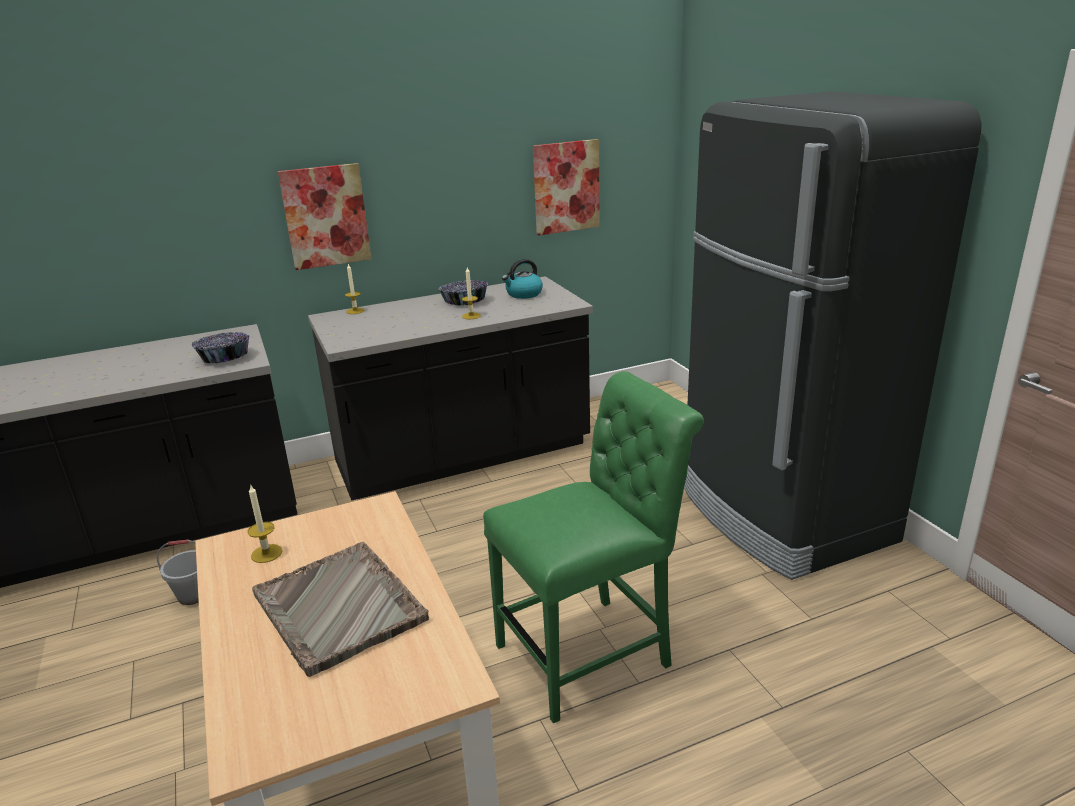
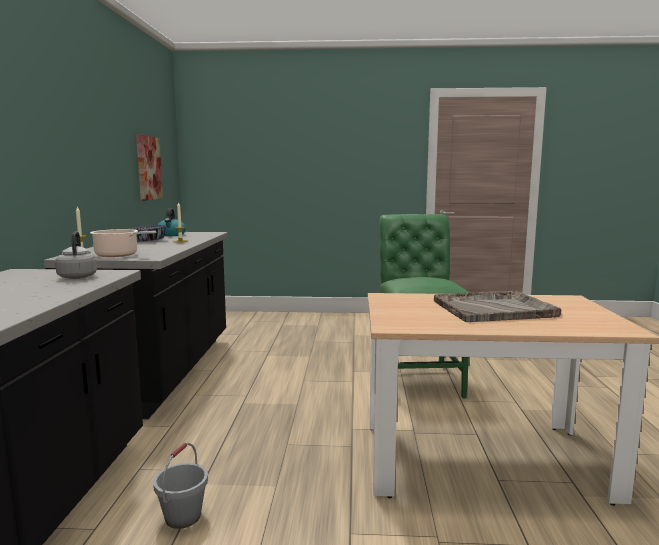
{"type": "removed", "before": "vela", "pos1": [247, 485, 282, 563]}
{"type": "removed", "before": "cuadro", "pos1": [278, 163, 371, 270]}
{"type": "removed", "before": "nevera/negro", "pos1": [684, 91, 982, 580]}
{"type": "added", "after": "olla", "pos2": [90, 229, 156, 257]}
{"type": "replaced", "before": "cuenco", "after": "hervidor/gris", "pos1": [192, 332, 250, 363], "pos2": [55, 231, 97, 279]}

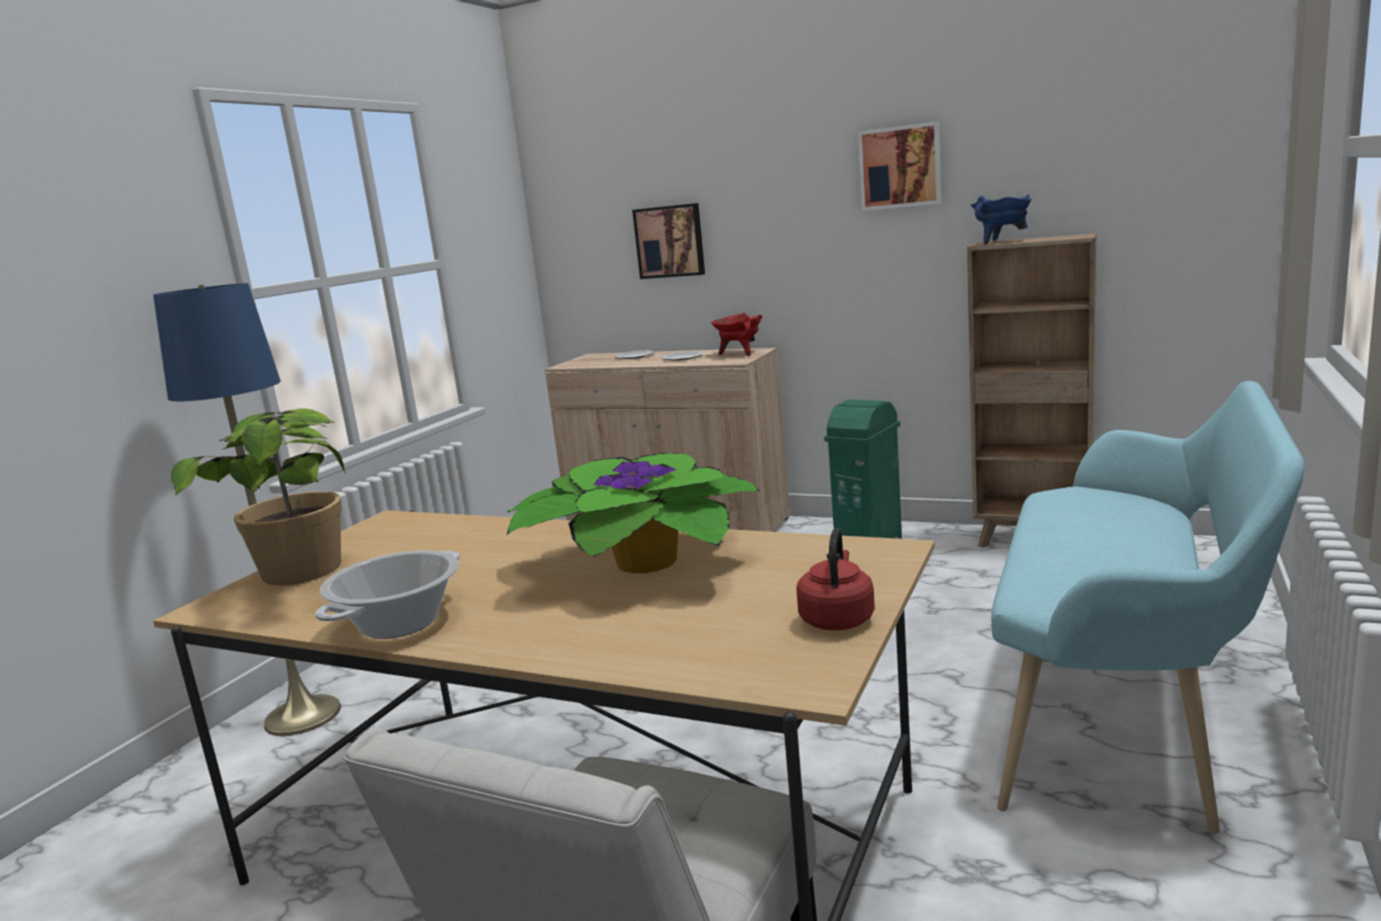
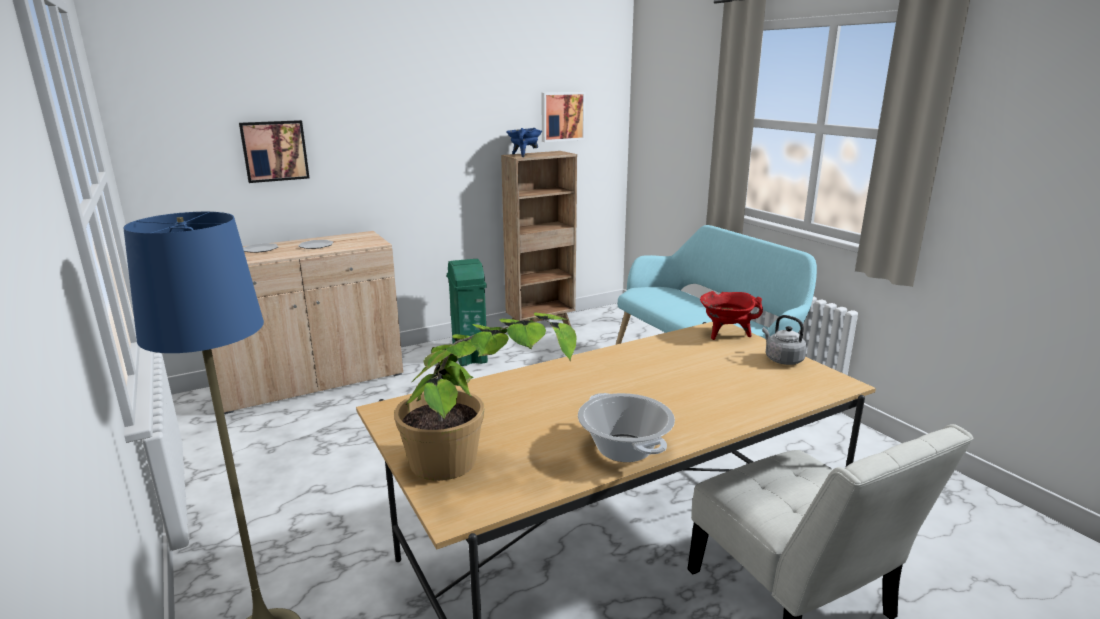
{"type": "removed", "before": "planta en maceta", "pos1": [507, 453, 760, 573]}
{"type": "moved", "before": "olla/rojo", "pos1": [711, 313, 763, 356], "pos2": [700, 291, 763, 340]}
{"type": "moved", "before": "cuadro", "pos1": [858, 121, 941, 211], "pos2": [541, 92, 585, 142]}
{"type": "recoloured", "before": "hervidor/rojo", "after": "hervidor/gris", "pos1": [796, 528, 875, 631], "pos2": [762, 315, 807, 365]}

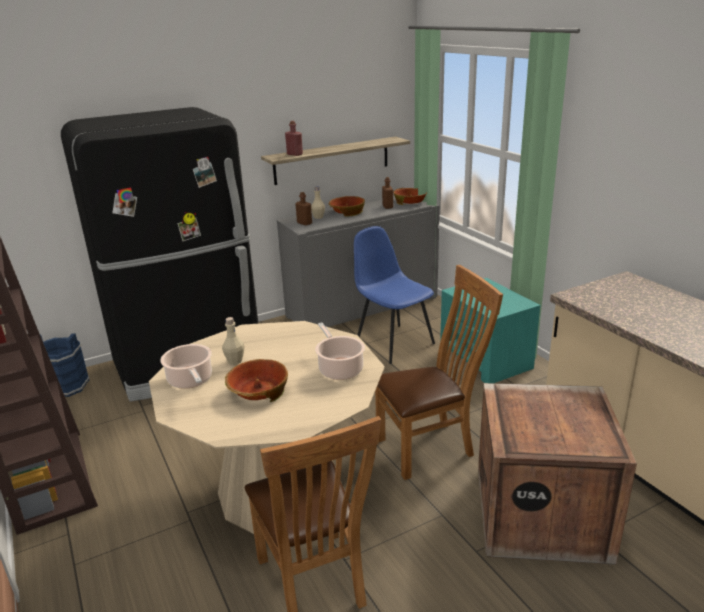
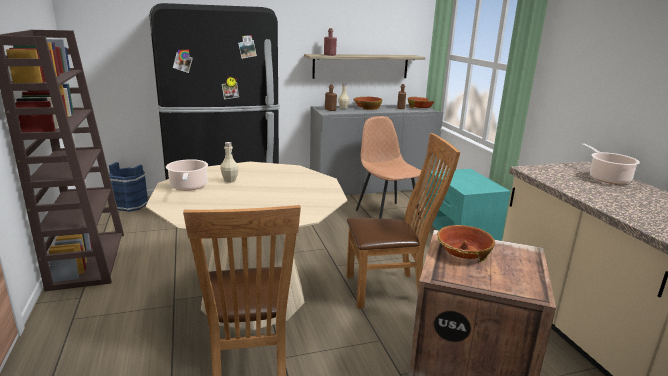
{"type": "moved", "before": "cuenco", "pos1": [225, 359, 288, 402], "pos2": [436, 225, 495, 263]}
{"type": "moved", "before": "olla", "pos1": [315, 323, 365, 380], "pos2": [581, 144, 640, 184]}
{"type": "recoloured", "before": "silla/azul", "after": "silla/marrón", "pos1": [354, 226, 435, 364], "pos2": [356, 116, 421, 219]}

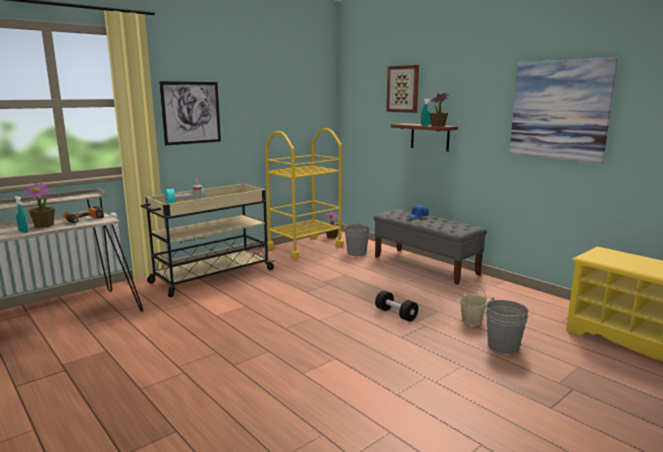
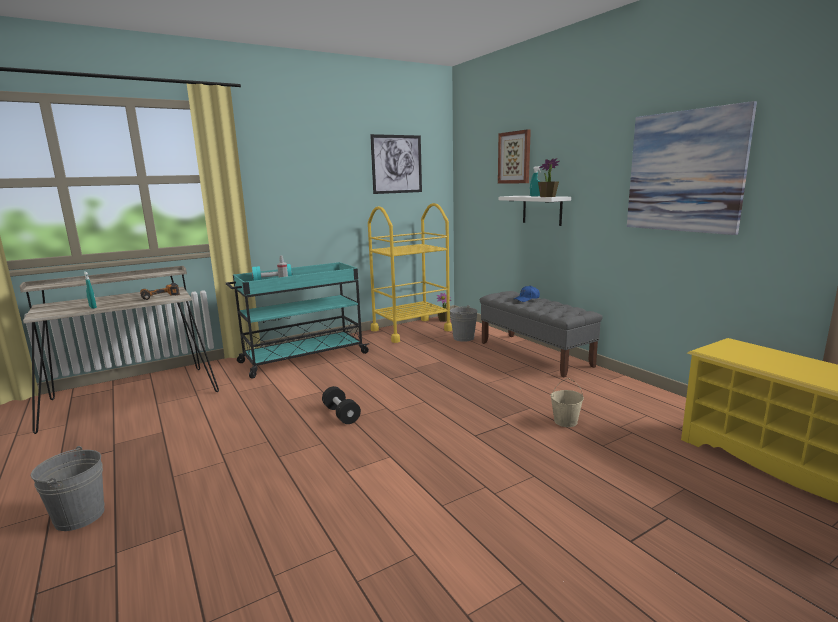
{"type": "removed", "before": "planta en maceta", "pos1": [25, 183, 55, 228]}
{"type": "moved", "before": "cuadro", "pos1": [159, 81, 221, 145], "pos2": [370, 134, 422, 194]}
{"type": "moved", "before": "mancuerna/negro", "pos1": [375, 290, 418, 322], "pos2": [322, 386, 361, 424]}
{"type": "moved", "before": "cubo/gris", "pos1": [486, 297, 529, 354], "pos2": [31, 446, 105, 531]}
{"type": "recoloured", "before": "carrito/beis", "after": "carrito/turquesa", "pos1": [141, 184, 275, 297], "pos2": [226, 262, 370, 379]}
{"type": "recoloured", "before": "estante/marrón", "after": "estante/blanco", "pos1": [391, 123, 458, 152], "pos2": [499, 196, 571, 226]}

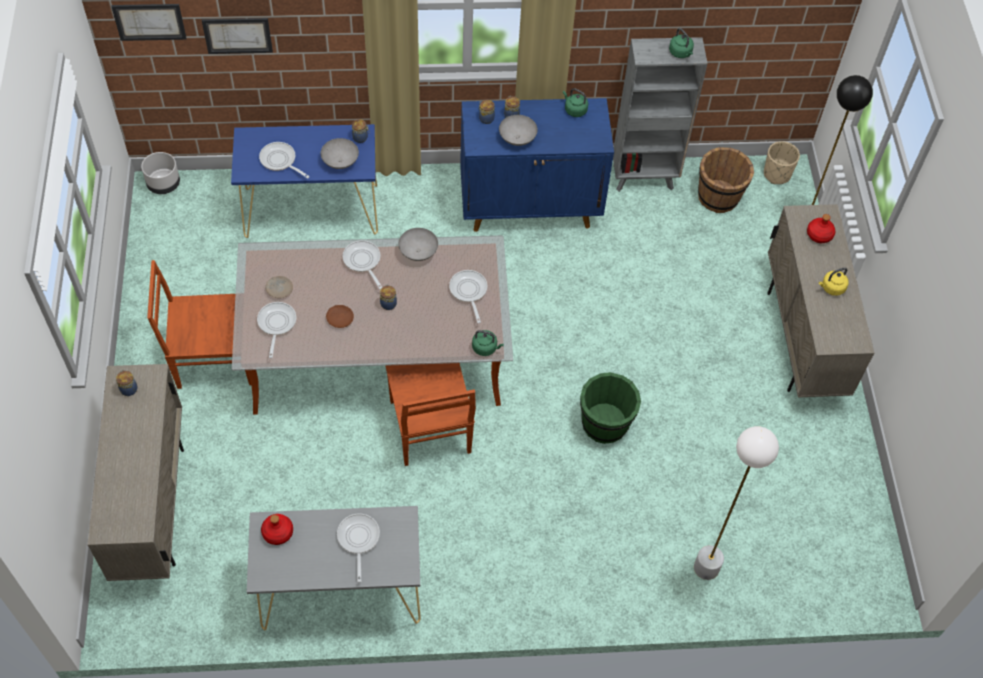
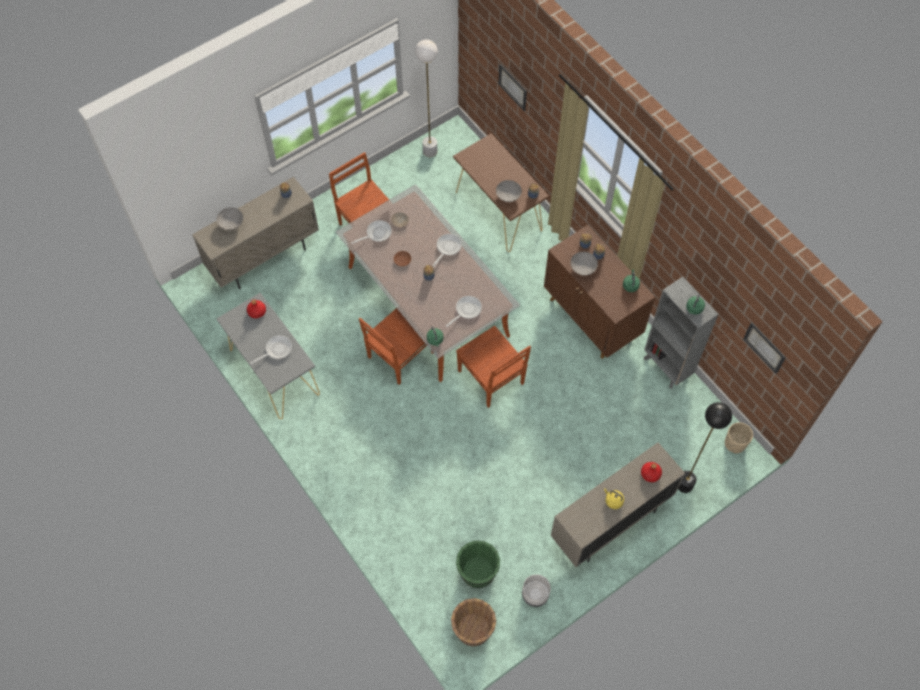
{"type": "removed", "before": "sartén", "pos1": [259, 142, 310, 179]}
{"type": "added", "after": "silla/marrón", "pos2": [456, 326, 531, 408]}
{"type": "moved", "before": "cuadro", "pos1": [111, 4, 186, 41], "pos2": [743, 322, 786, 374]}
{"type": "moved", "before": "maceta/gris", "pos1": [141, 152, 180, 194], "pos2": [522, 574, 551, 607]}
{"type": "moved", "before": "cuenco/gris", "pos1": [398, 228, 438, 261], "pos2": [217, 207, 243, 230]}
{"type": "moved", "before": "cubo/verde", "pos1": [580, 372, 641, 444], "pos2": [456, 540, 500, 588]}
{"type": "moved", "before": "lámpara de pie/blanco", "pos1": [694, 426, 779, 580], "pos2": [415, 39, 438, 157]}
{"type": "moved", "before": "cubo/marrón", "pos1": [698, 147, 754, 213], "pos2": [451, 598, 496, 647]}
{"type": "recoloured", "before": "mesa consola/azul", "after": "mesa consola/marrón", "pos1": [231, 124, 378, 238], "pos2": [453, 134, 549, 252]}
{"type": "recoloured", "before": "armario/azul", "after": "armario/marrón", "pos1": [460, 98, 614, 232], "pos2": [544, 225, 655, 359]}

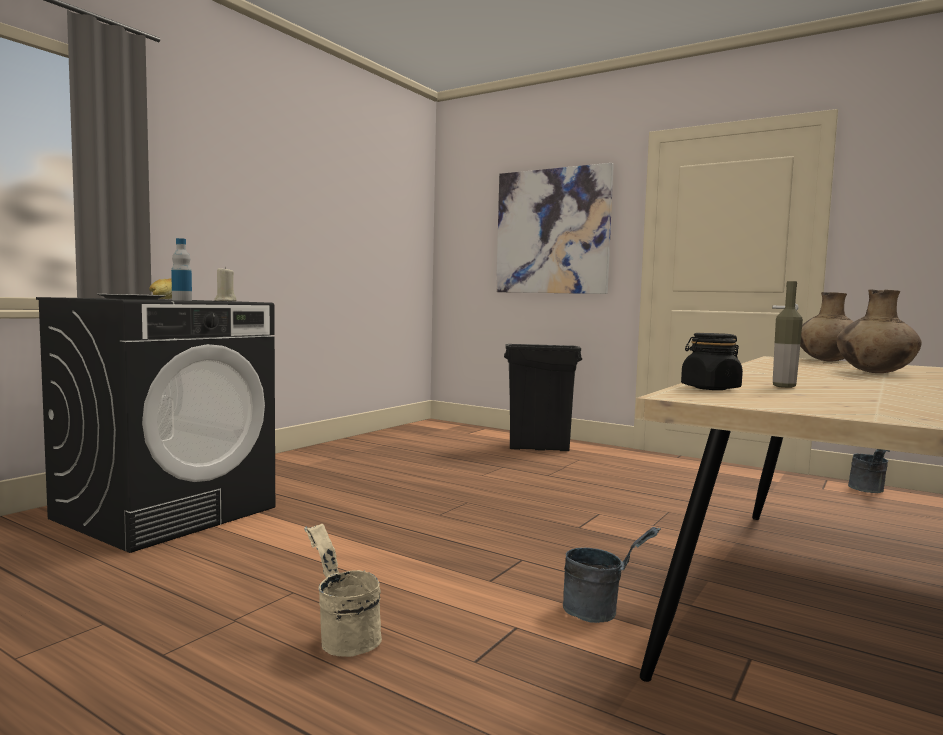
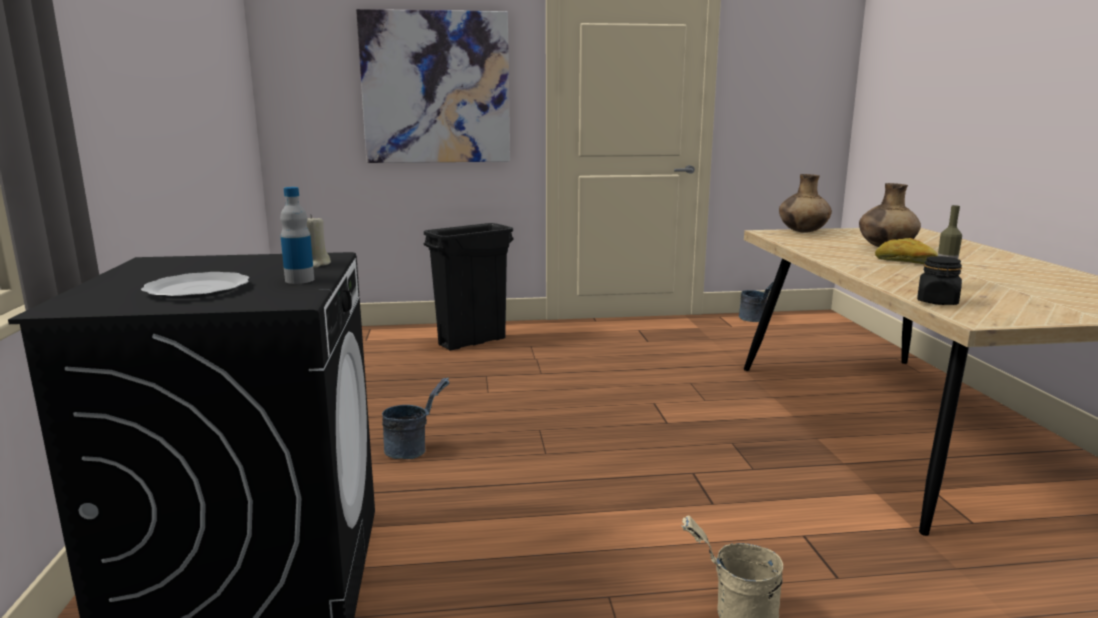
{"type": "moved", "before": "pan", "pos1": [149, 278, 172, 299], "pos2": [875, 238, 938, 264]}
{"type": "moved", "before": "cubo/gris", "pos1": [563, 527, 661, 623], "pos2": [382, 378, 449, 459]}

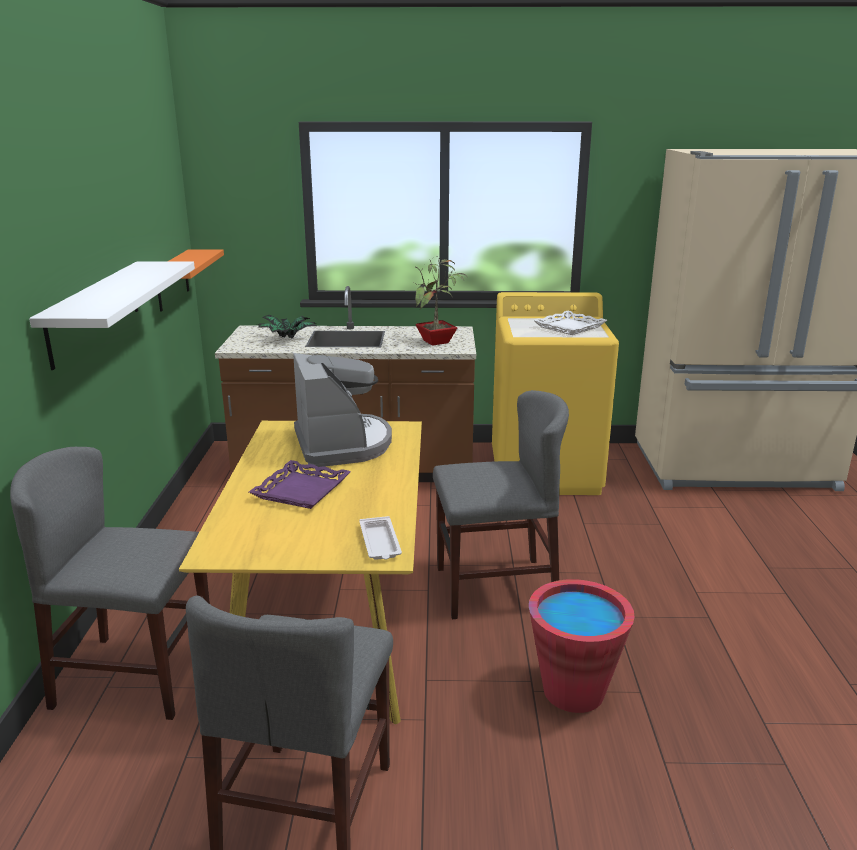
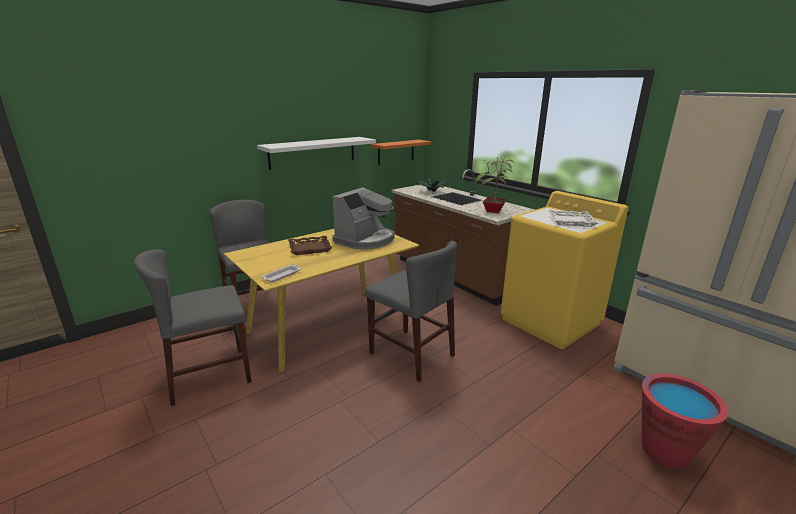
{"type": "moved", "before": "cubo/rojo", "pos1": [529, 579, 635, 713], "pos2": [642, 373, 728, 469]}
{"type": "recoloured", "before": "bandeja/morado", "after": "bandeja/marrón", "pos1": [249, 460, 351, 509], "pos2": [288, 236, 332, 255]}

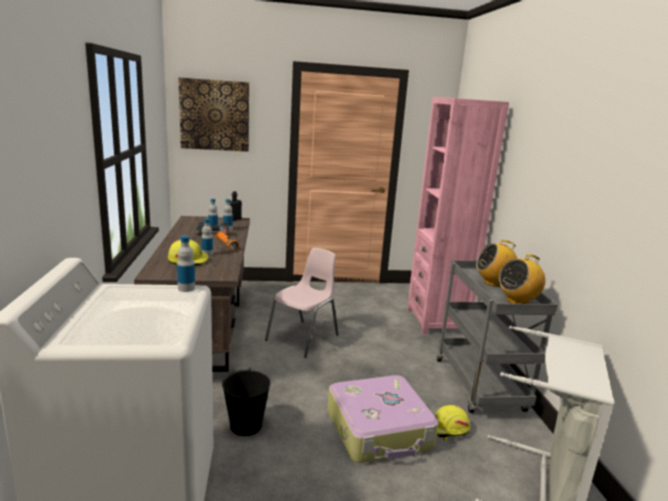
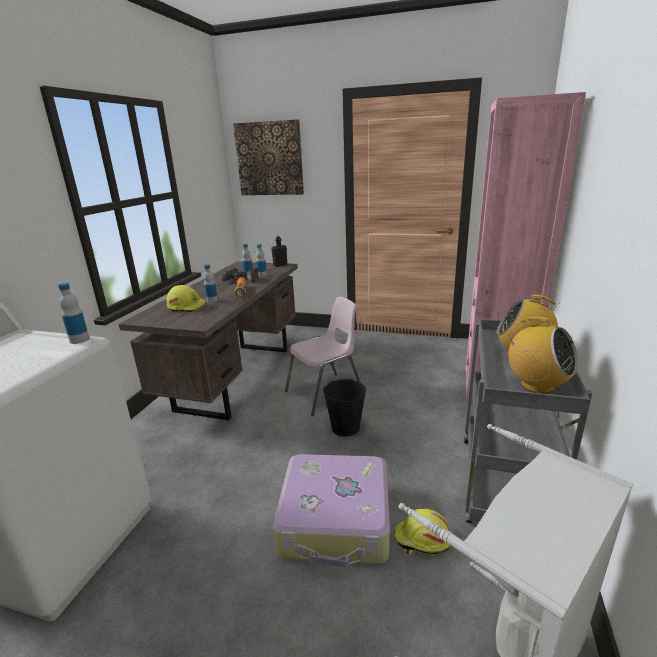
{"type": "moved", "before": "cubo/negro", "pos1": [222, 368, 270, 436], "pos2": [323, 378, 366, 436]}
{"type": "turned", "before": "radio", "pos1": [499, 254, 545, 304], "pos2": [505, 317, 578, 394], "turn": -135}

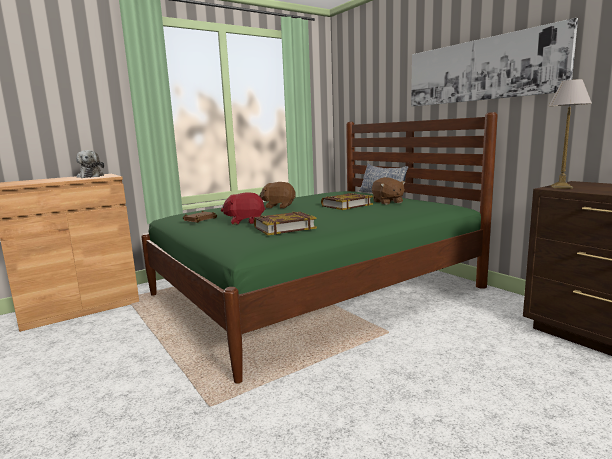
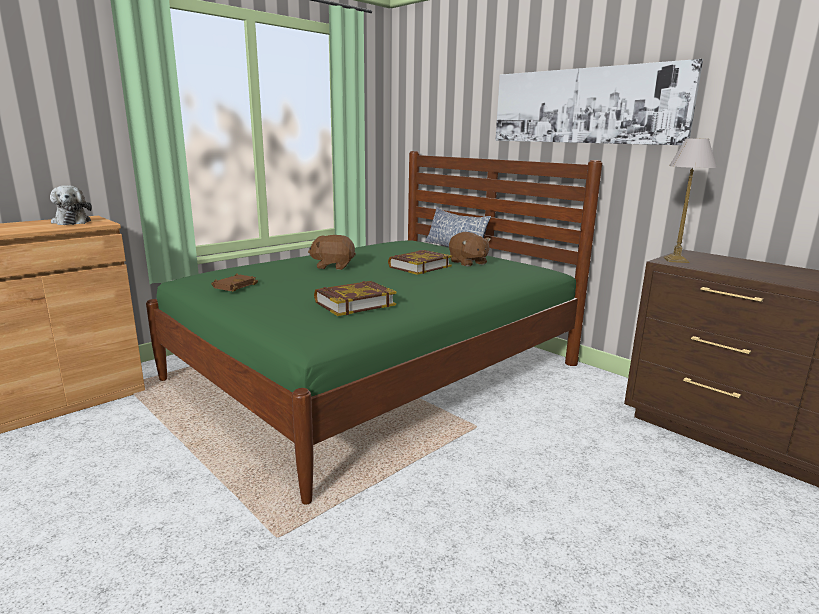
{"type": "removed", "before": "peluche/rojo", "pos1": [221, 193, 265, 225]}

